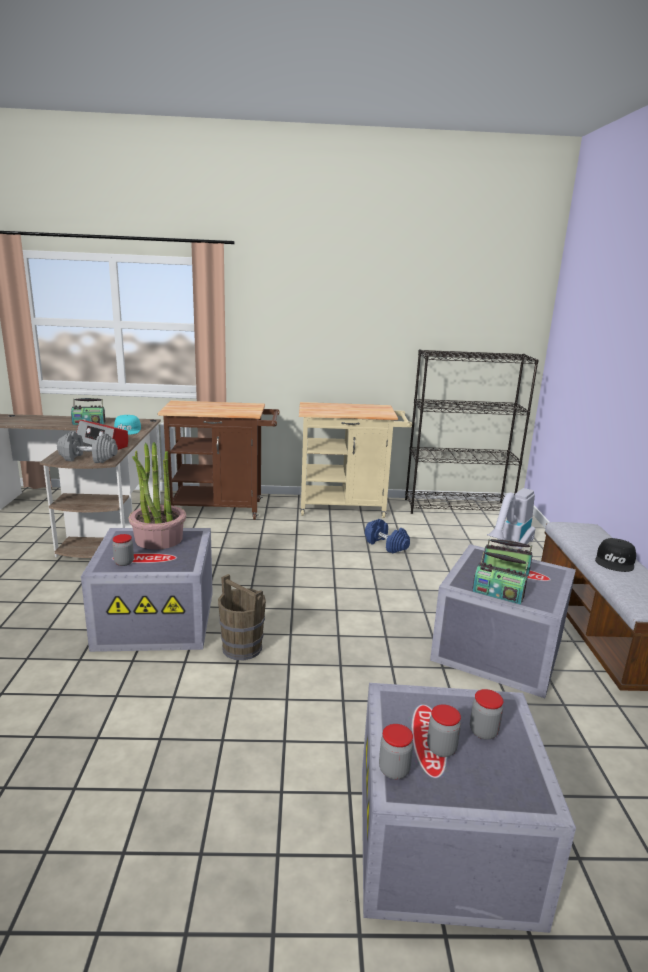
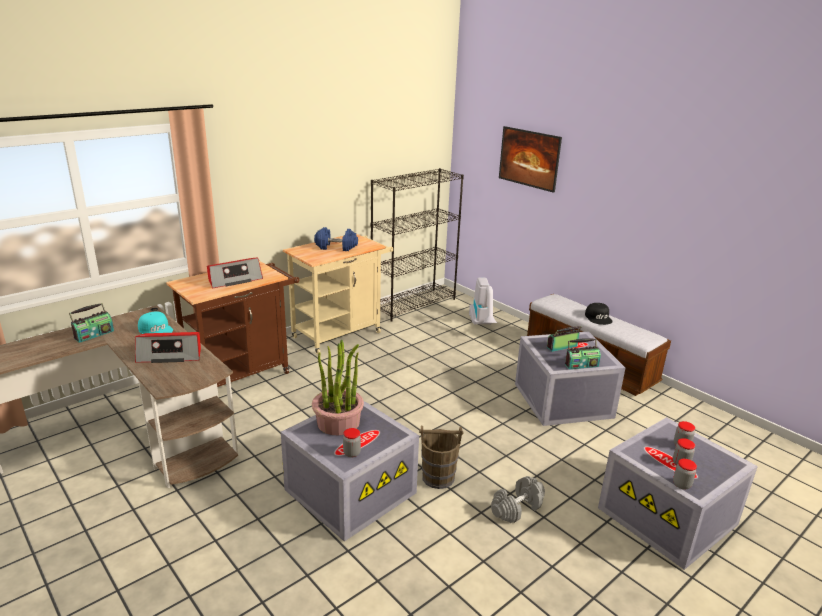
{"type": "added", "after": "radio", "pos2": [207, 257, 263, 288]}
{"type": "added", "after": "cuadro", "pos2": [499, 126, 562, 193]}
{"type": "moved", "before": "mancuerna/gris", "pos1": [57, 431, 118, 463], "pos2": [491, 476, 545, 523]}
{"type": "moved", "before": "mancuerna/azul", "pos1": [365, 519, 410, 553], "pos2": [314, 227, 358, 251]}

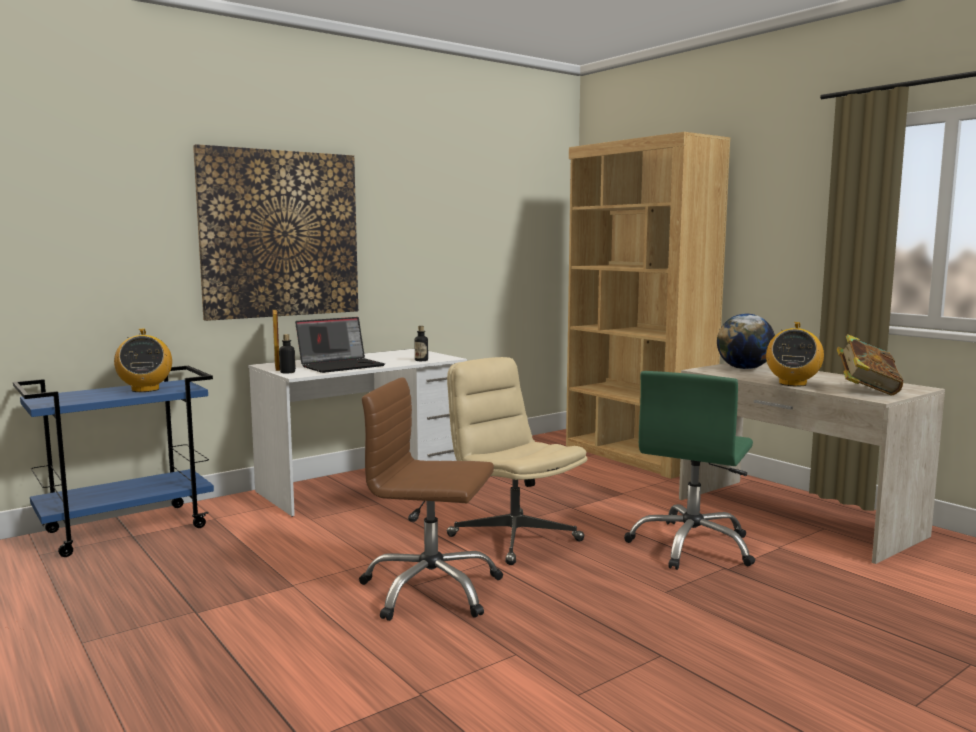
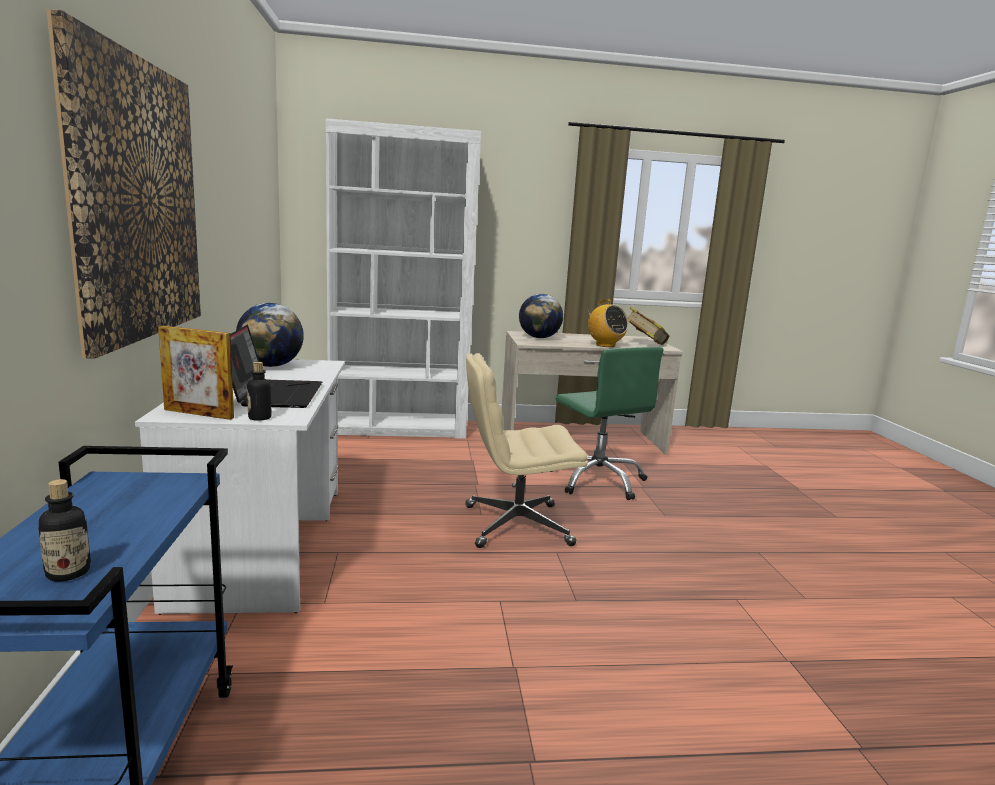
{"type": "removed", "before": "radio", "pos1": [114, 329, 172, 392]}
{"type": "removed", "before": "silla de oficina/marrón", "pos1": [359, 377, 503, 621]}
{"type": "added", "after": "globo terráqueo", "pos2": [236, 303, 304, 367]}
{"type": "moved", "before": "botella", "pos1": [415, 326, 428, 361], "pos2": [38, 479, 91, 581]}
{"type": "recoloured", "before": "estantería/marrón", "after": "estantería/blanco", "pos1": [566, 132, 730, 479], "pos2": [326, 119, 481, 439]}

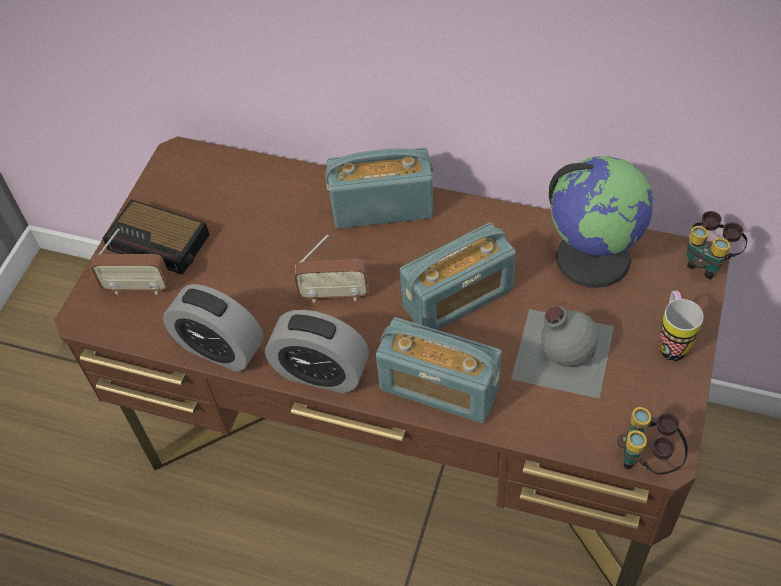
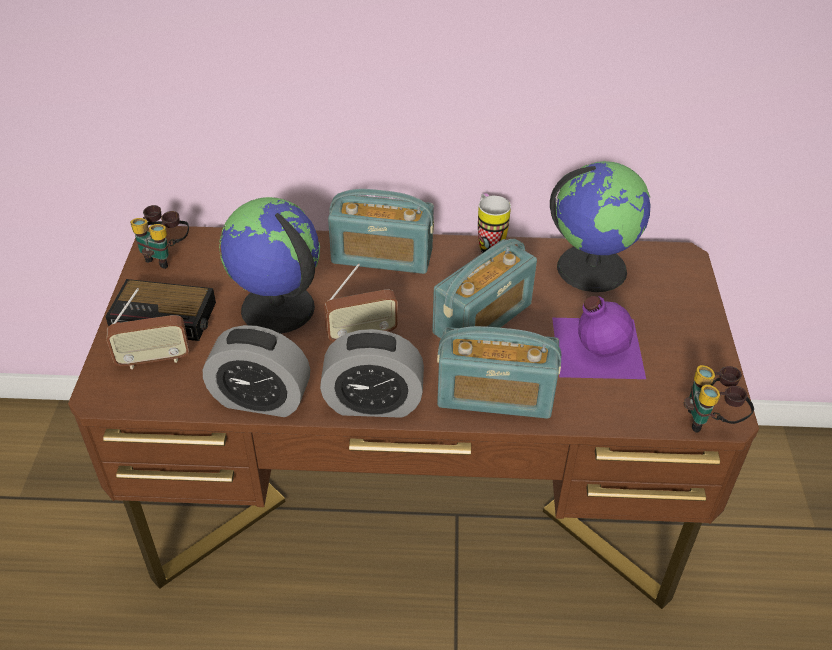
{"type": "added", "after": "globo terráqueo", "pos2": [219, 197, 320, 334]}
{"type": "moved", "before": "taza grande", "pos1": [659, 290, 704, 361], "pos2": [478, 193, 511, 253]}
{"type": "moved", "before": "prismáticos", "pos1": [686, 211, 747, 279], "pos2": [130, 205, 189, 269]}
{"type": "recoloured", "before": "botella/gris", "after": "botella/morado", "pos1": [511, 307, 614, 399], "pos2": [552, 296, 646, 379]}
{"type": "turned", "before": "radio", "pos1": [326, 148, 434, 229], "pos2": [328, 189, 434, 274], "turn": -150}

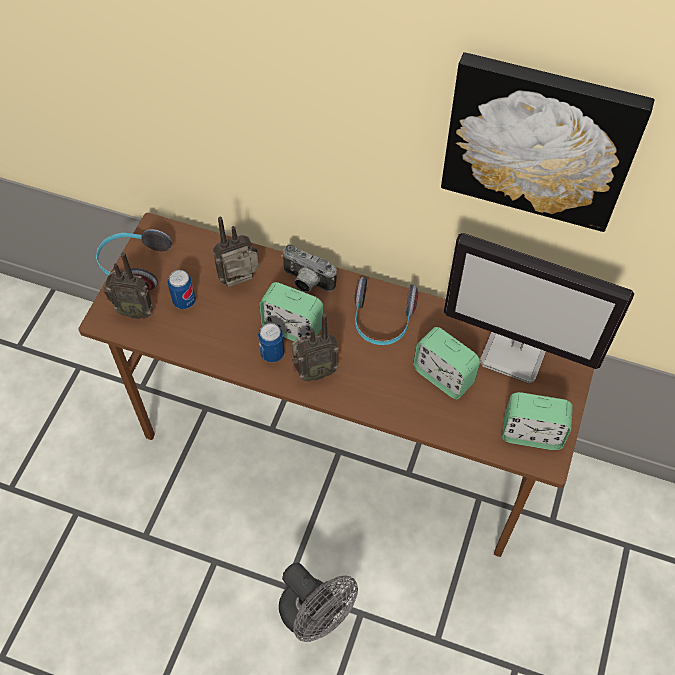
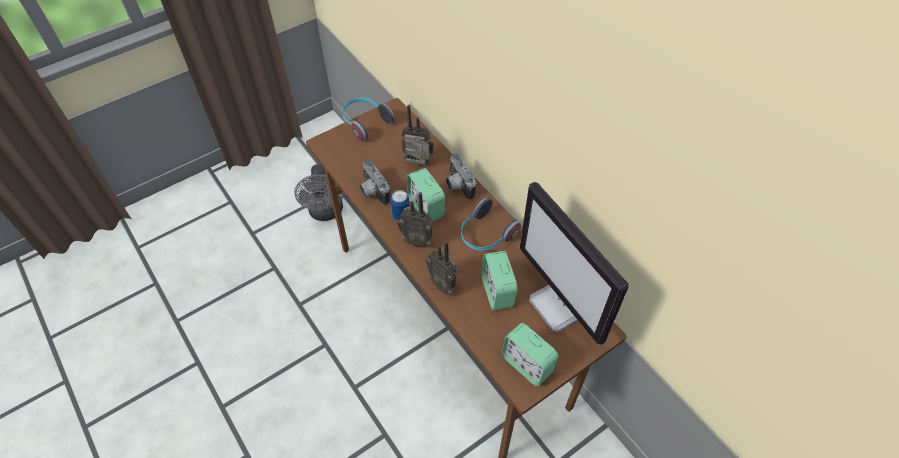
{"type": "removed", "before": "lata", "pos1": [168, 270, 196, 309]}
{"type": "removed", "before": "cuadro", "pos1": [441, 52, 655, 232]}
{"type": "added", "after": "cámara", "pos2": [360, 159, 390, 205]}
{"type": "moved", "before": "radio", "pos1": [104, 252, 153, 319], "pos2": [426, 241, 459, 295]}
{"type": "moved", "before": "ventilador/gris", "pos1": [279, 563, 358, 642], "pos2": [294, 164, 344, 221]}

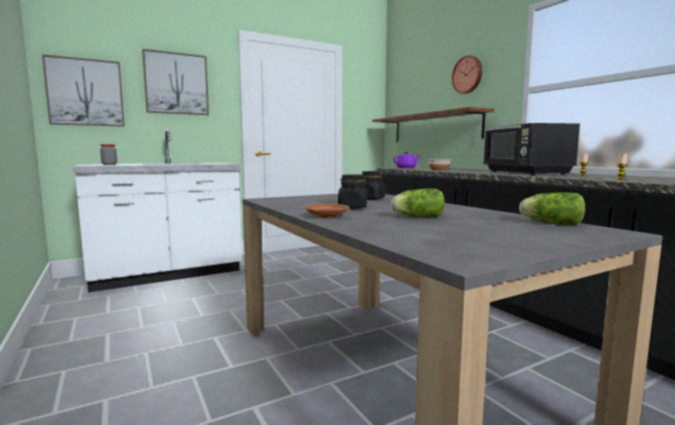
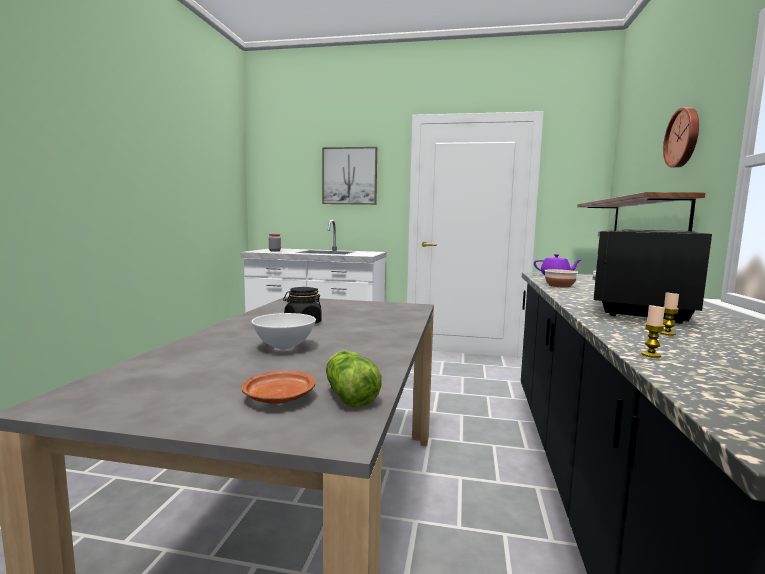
{"type": "removed", "before": "cuadro", "pos1": [42, 54, 125, 127]}
{"type": "removed", "before": "tarro/negro", "pos1": [361, 171, 385, 200]}
{"type": "moved", "before": "plato/marrón", "pos1": [305, 204, 350, 218], "pos2": [241, 371, 316, 404]}
{"type": "replaced", "before": "lechuga", "after": "cuenco/blanco", "pos1": [391, 188, 445, 218], "pos2": [252, 313, 316, 351]}

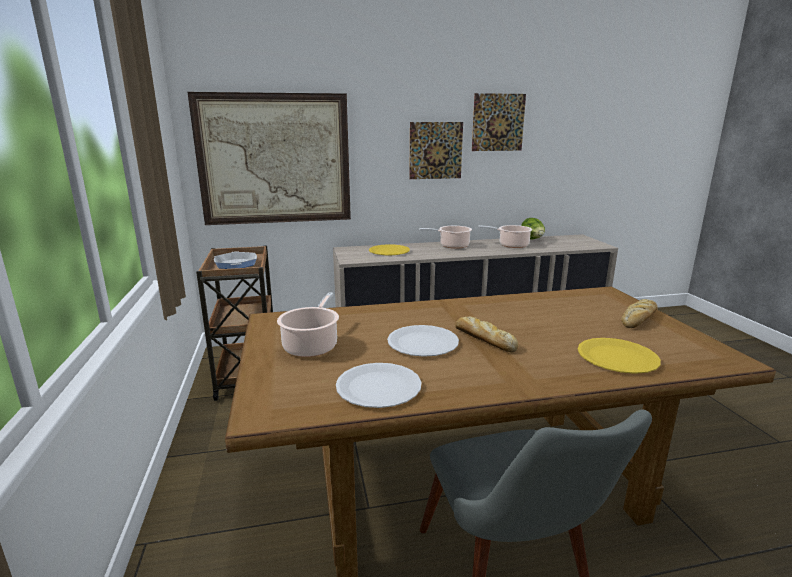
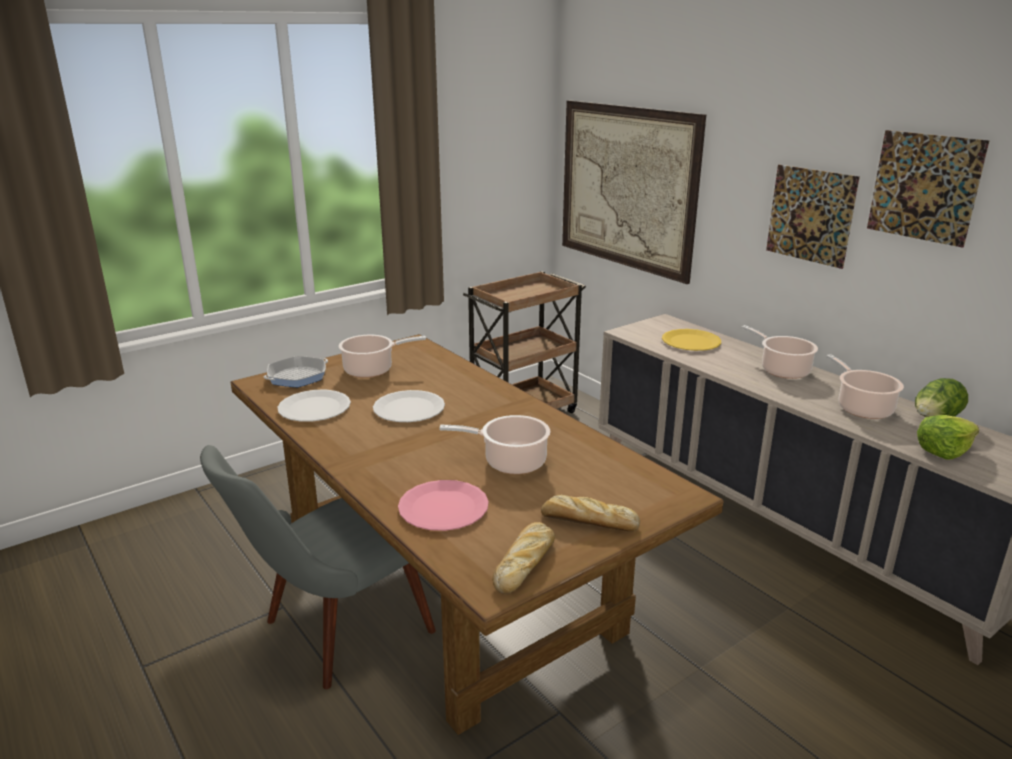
{"type": "added", "after": "olla", "pos2": [439, 415, 551, 474]}
{"type": "added", "after": "lechuga", "pos2": [917, 415, 979, 460]}
{"type": "moved", "before": "sartén", "pos1": [214, 251, 257, 269], "pos2": [264, 356, 328, 387]}
{"type": "moved", "before": "pan", "pos1": [455, 316, 518, 352], "pos2": [492, 522, 555, 594]}
{"type": "recoloured", "before": "plato/amarillo", "after": "plato/rosa", "pos1": [578, 338, 661, 374], "pos2": [398, 480, 489, 531]}

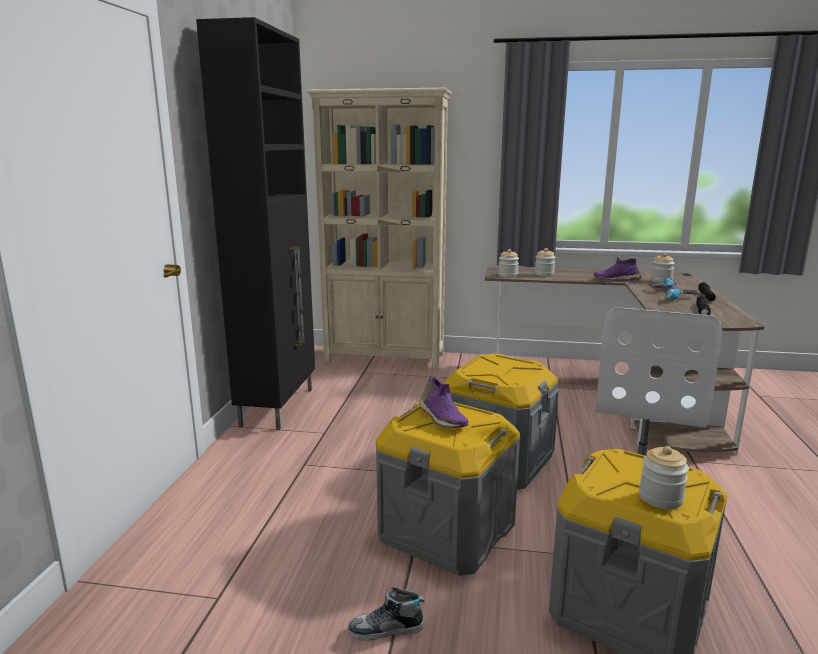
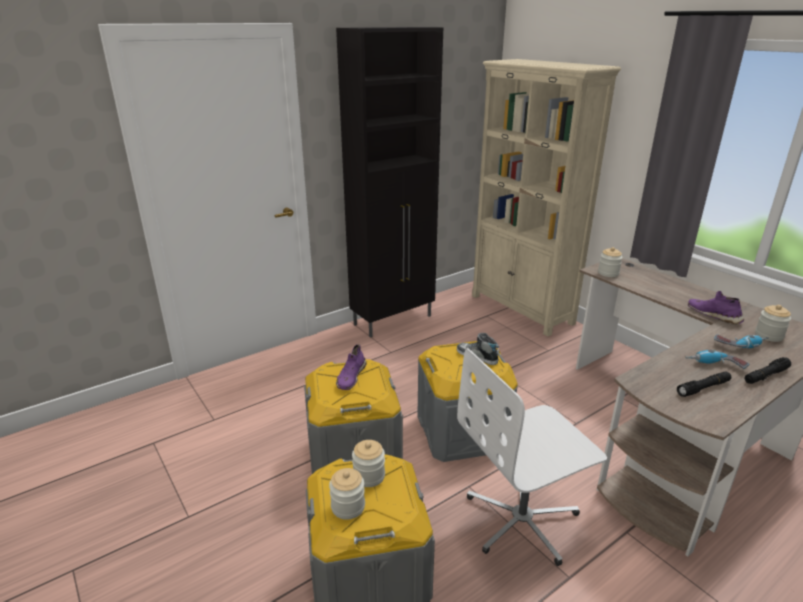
{"type": "moved", "before": "zapato", "pos1": [348, 587, 424, 640], "pos2": [457, 333, 499, 365]}
{"type": "moved", "before": "tarro", "pos1": [535, 248, 556, 276], "pos2": [352, 440, 385, 487]}

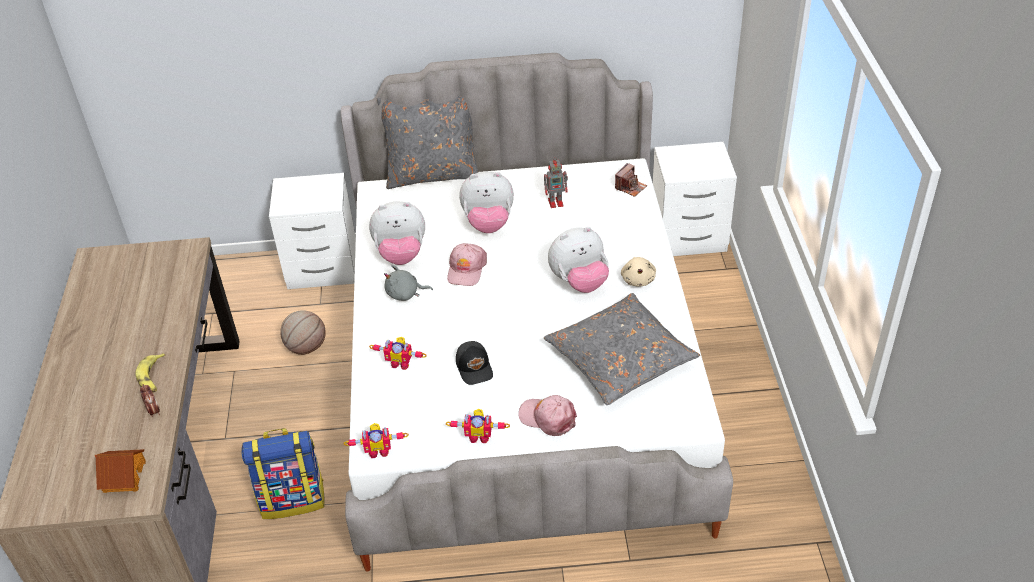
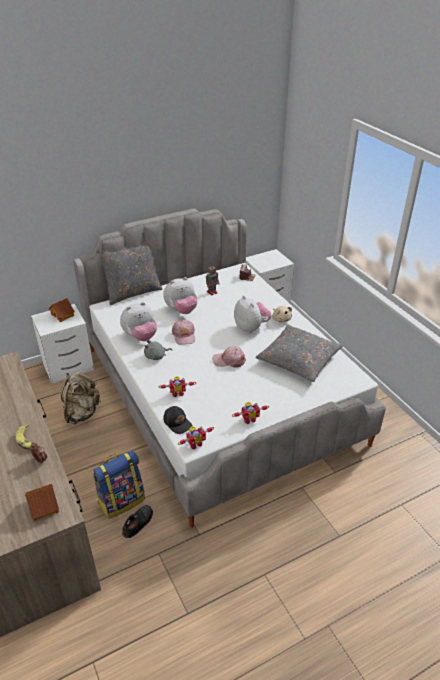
{"type": "added", "after": "casita", "pos2": [49, 298, 75, 322]}
{"type": "added", "after": "zapato/negro", "pos2": [122, 505, 153, 538]}
{"type": "moved", "before": "gorra/negro", "pos1": [456, 341, 493, 385], "pos2": [164, 406, 192, 434]}
{"type": "moved", "before": "gorra/rosa", "pos1": [518, 395, 577, 436], "pos2": [212, 346, 246, 368]}
{"type": "replaced", "before": "balón de baloncesto", "after": "mochila/beis", "pos1": [280, 310, 326, 355], "pos2": [60, 372, 101, 424]}
{"type": "turned", "before": "peluche", "pos1": [548, 227, 609, 293], "pos2": [234, 296, 271, 333], "turn": -75}

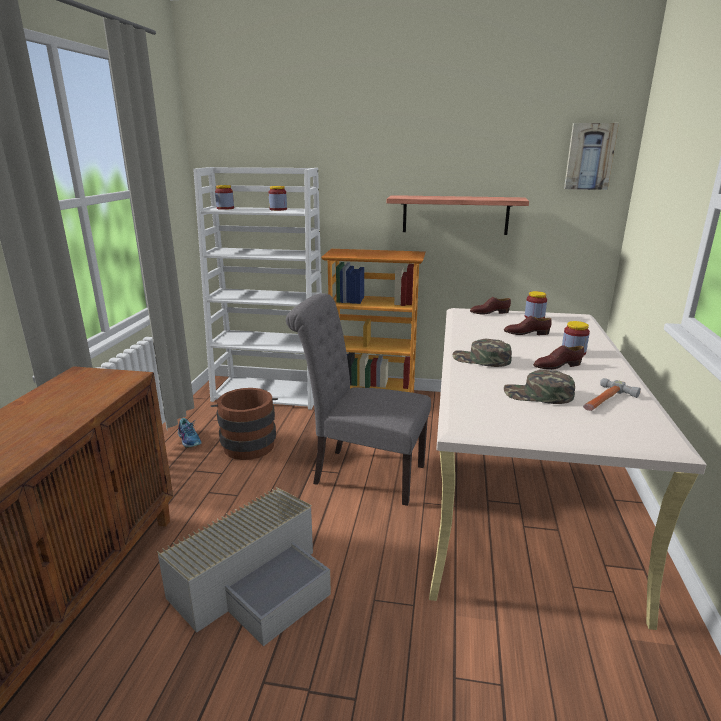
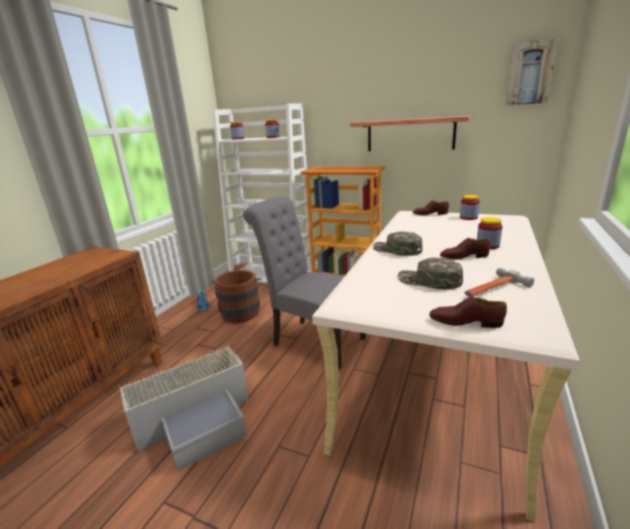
{"type": "moved", "before": "zapato/marrón", "pos1": [504, 316, 552, 335], "pos2": [429, 296, 507, 328]}

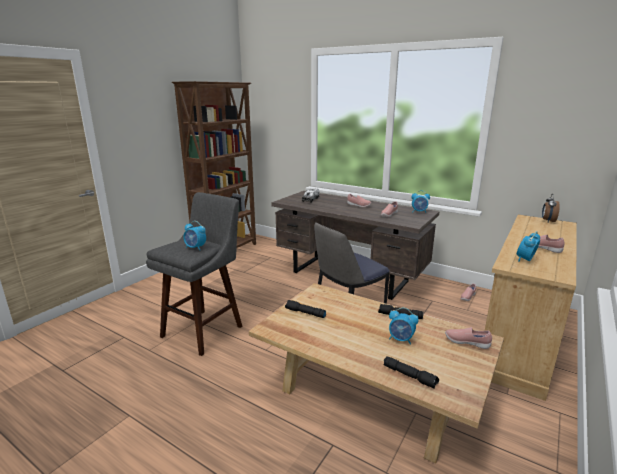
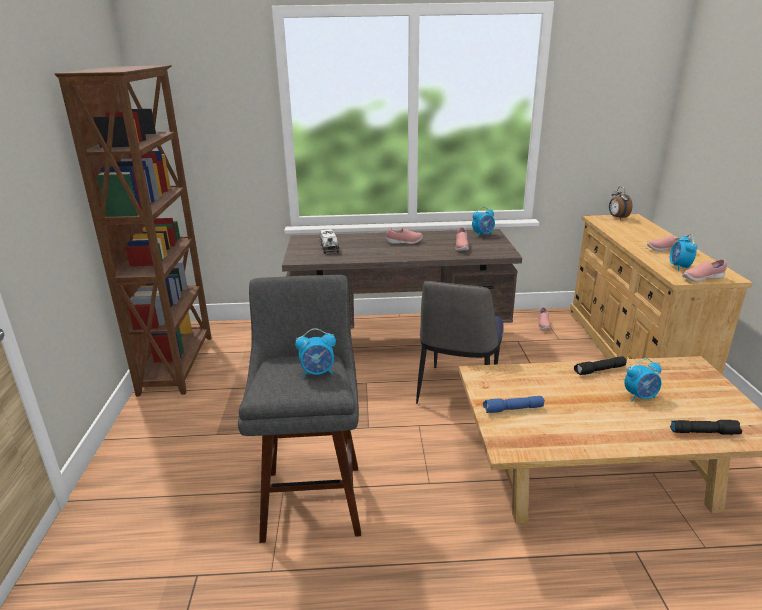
{"type": "moved", "before": "zapato/rosa", "pos1": [445, 327, 492, 349], "pos2": [682, 259, 727, 282]}
{"type": "recoloured", "before": "linterna/negro", "after": "linterna/azul", "pos1": [285, 300, 326, 318], "pos2": [483, 396, 545, 413]}

